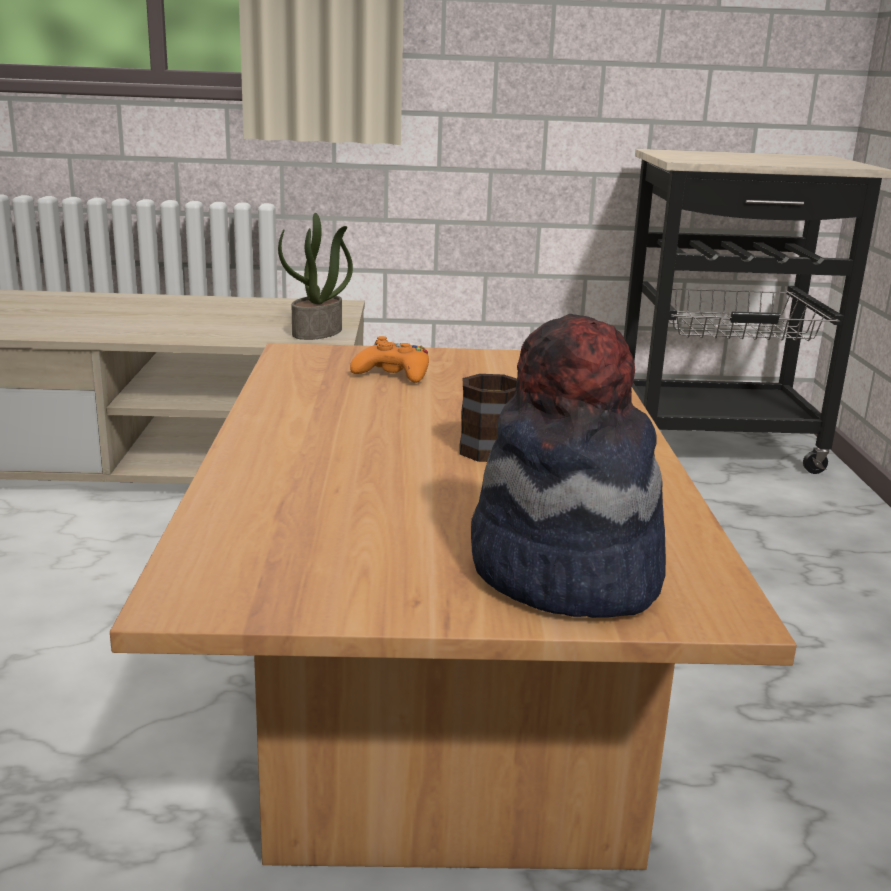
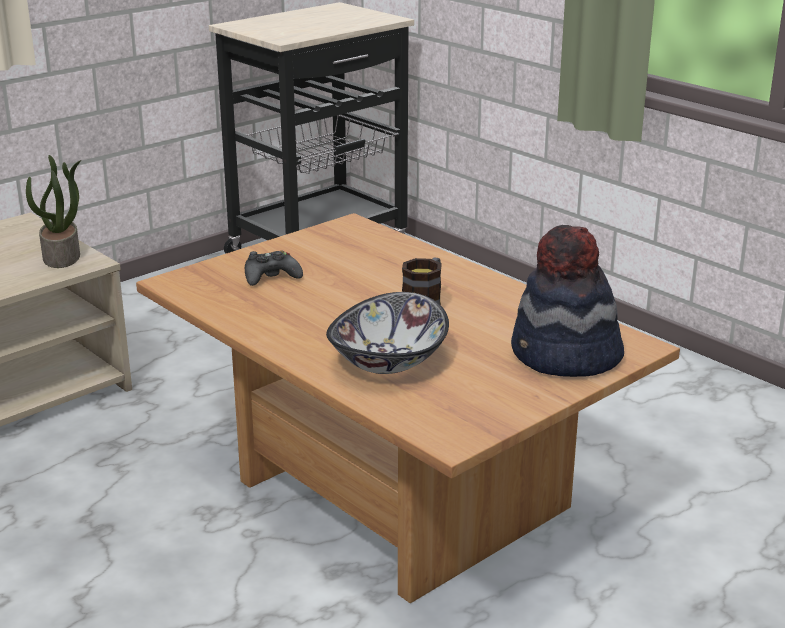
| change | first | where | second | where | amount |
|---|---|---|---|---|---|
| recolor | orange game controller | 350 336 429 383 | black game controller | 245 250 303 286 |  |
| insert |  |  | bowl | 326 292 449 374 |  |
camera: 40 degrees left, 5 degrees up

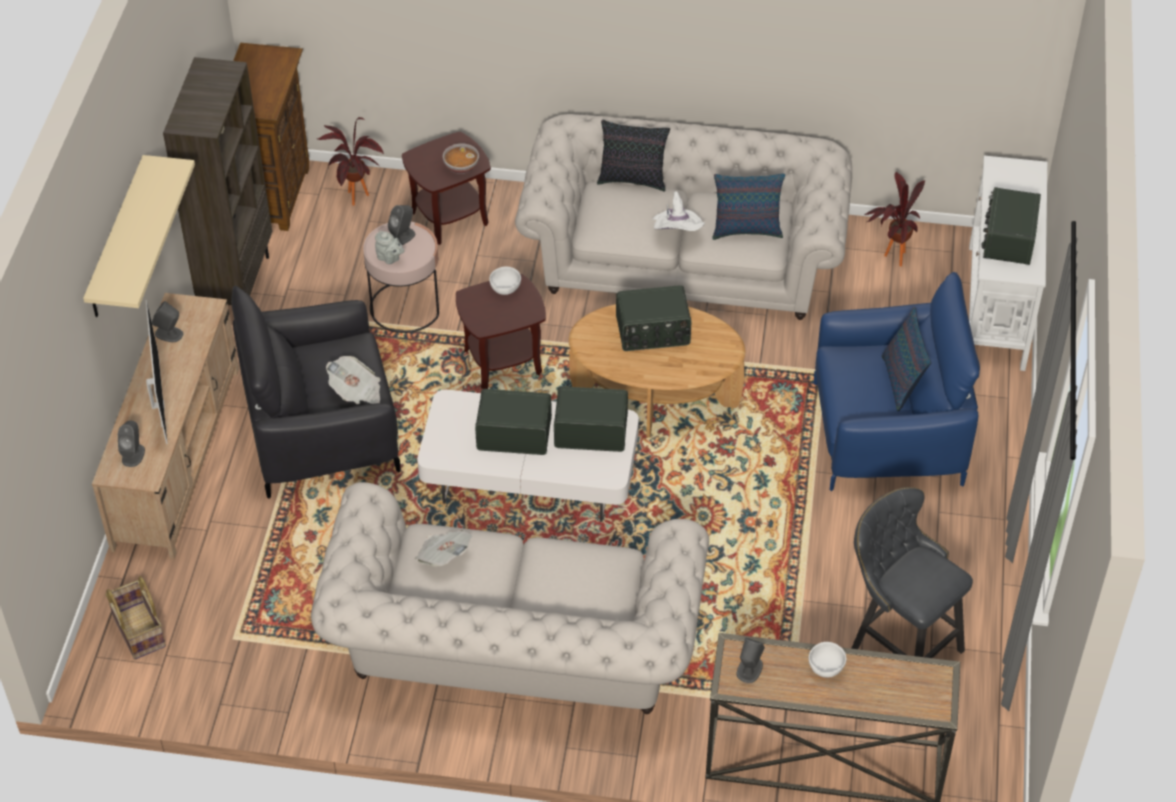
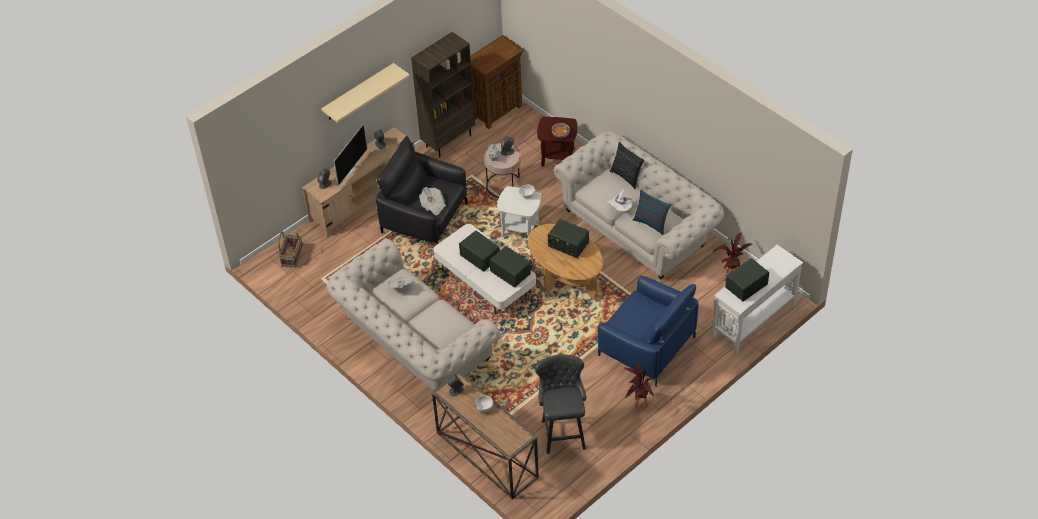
| change | first | where | second | where | amount |
|---|---|---|---|---|---|
| move | potted plant | 317 117 384 206 |  | 625 361 654 408 |  |
| recolor | brown side table | 456 274 546 389 | white side table | 497 186 541 237 |  |
| delete | blue pillow | 882 307 931 411 |  |  |  |
camera: 40 degrees right, 0 degrees up

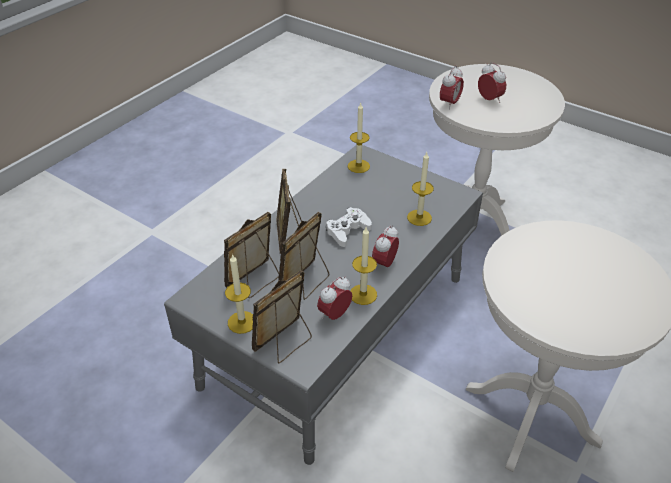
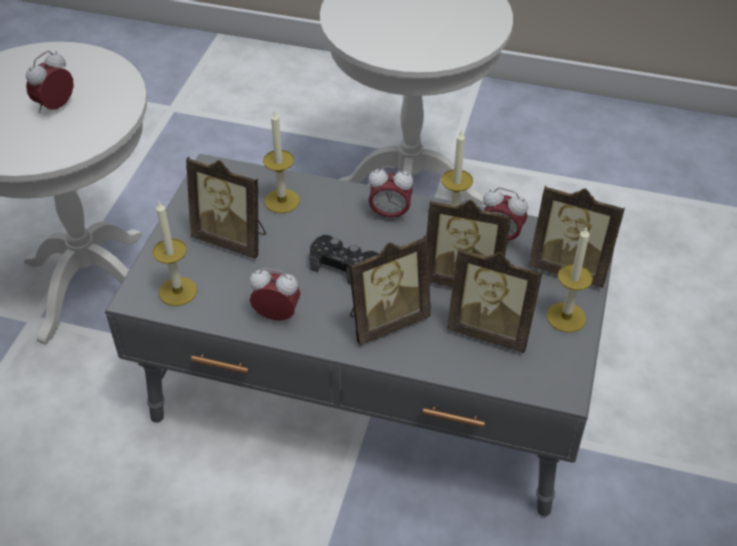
| change | first | where | second | where | amount |
|---|---|---|---|---|---|
| move | alarm clock | 440 66 464 110 |  | 250 268 301 321 |  |
| recolor | white game controller | 326 207 372 247 | black game controller | 309 235 379 285 |  |
| insert |  |  | picture frame | 186 157 266 259 |  |
camera: 110 degrees left, 5 degrees up

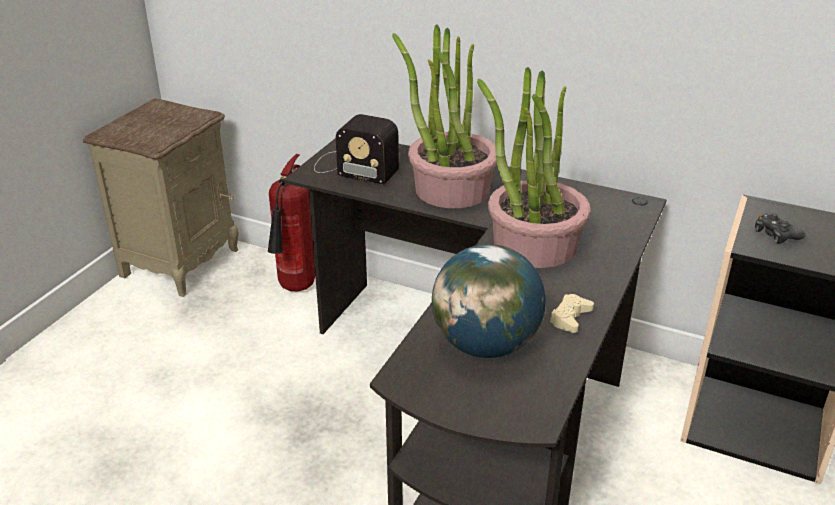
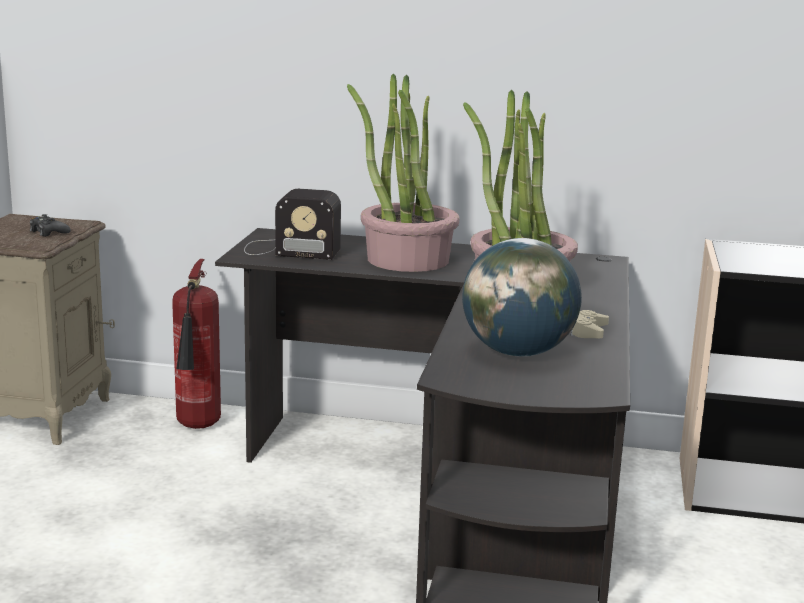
| change | first | where | second | where | amount |
|---|---|---|---|---|---|
| move | black game controller | 754 213 805 244 |  | 30 214 71 237 |  |
camera: 15 degrees left, 15 degrees down

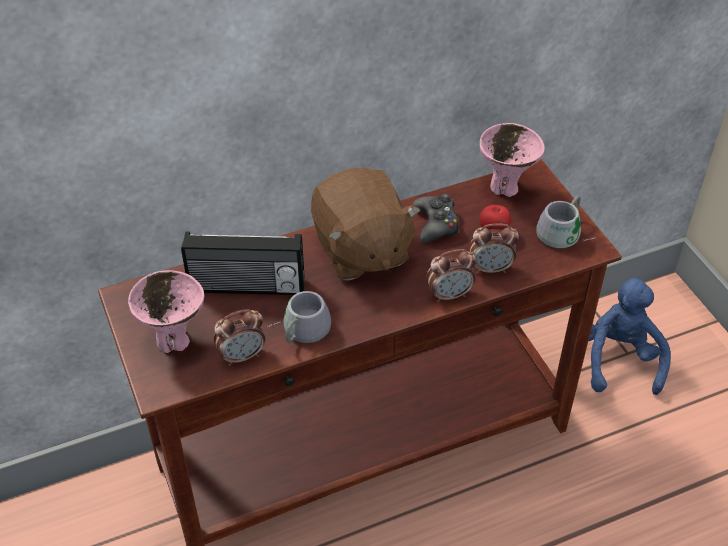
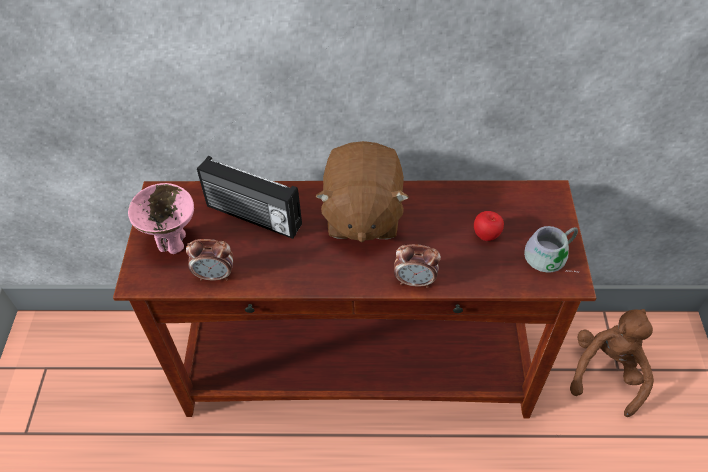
| change | first | where | second | where | amount |
|---|---|---|---|---|---|
| delete | pink bowl | 480 123 545 197 |  |  |  |
| delete | black game controller | 413 193 460 243 |  |  |  |
| delete | alarm clock | 470 223 519 274 |  |  |  |
| recolor | blue plush toy | 588 277 671 395 | brown plush toy | 570 309 654 417 |  |
| delete | grey mug | 267 291 331 343 |  |  |  |
camera: 25 degrees right, 5 degrees up

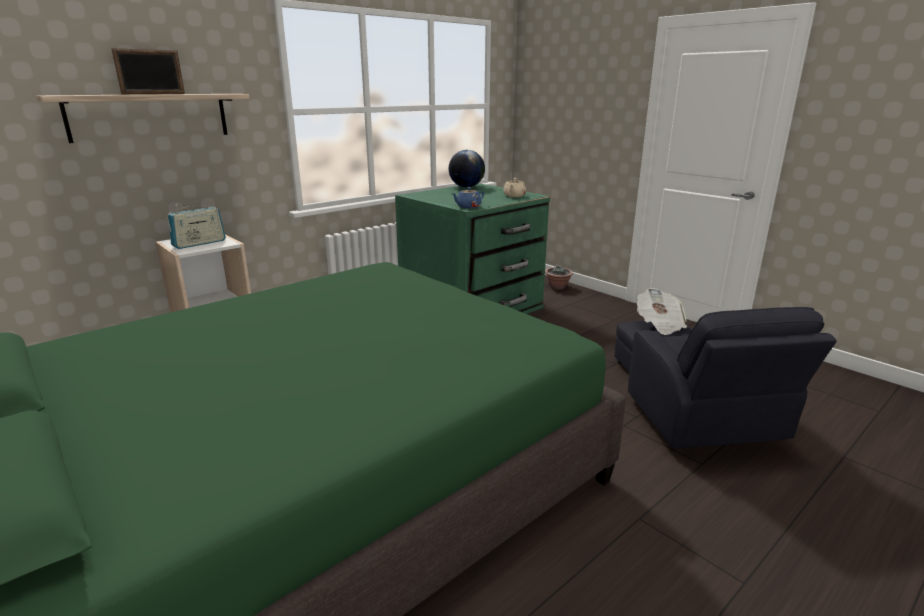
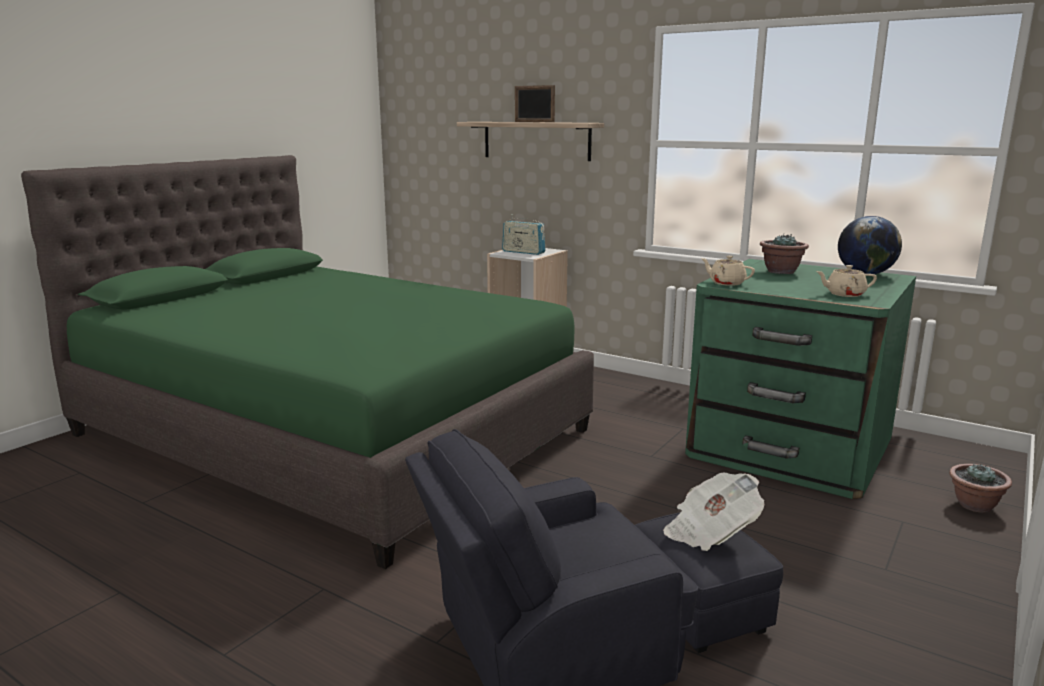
| change | first | where | second | where | amount |
|---|---|---|---|---|---|
| recolor | blue teapot | 452 187 484 208 | beige teapot | 701 256 755 286 |  |
| insert |  |  | potted plant | 760 234 809 274 |  |
camera: 75 degrees right, 5 degrees down

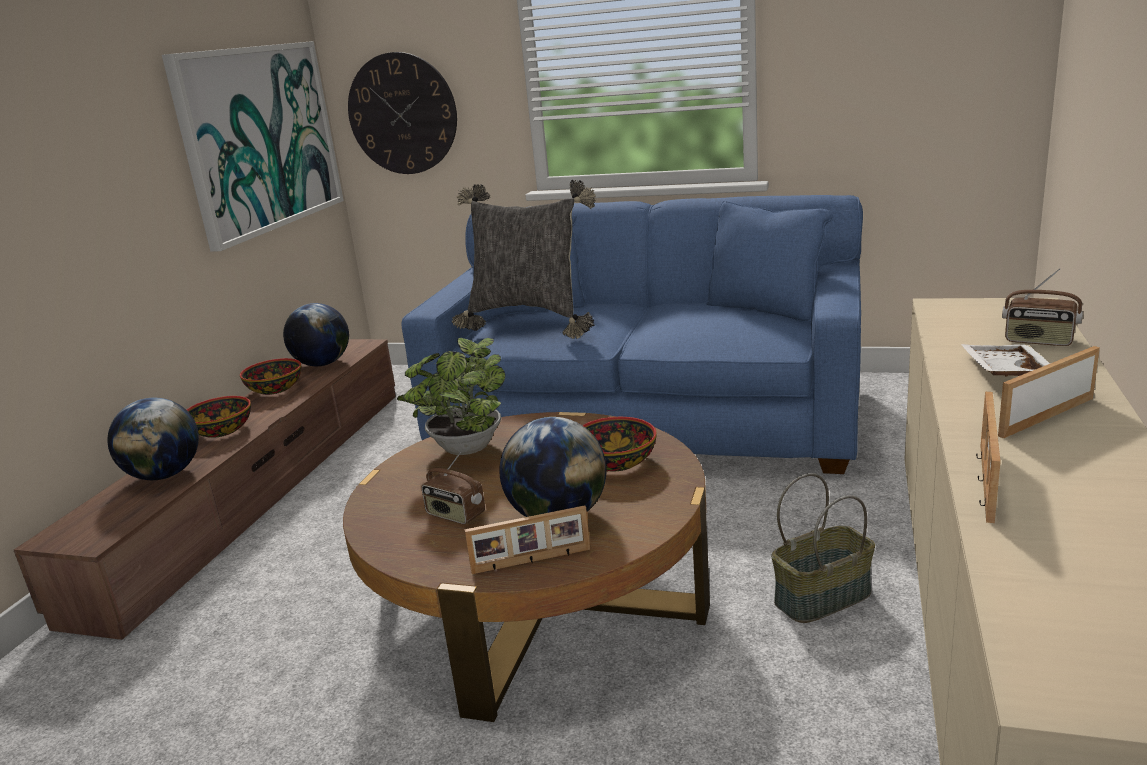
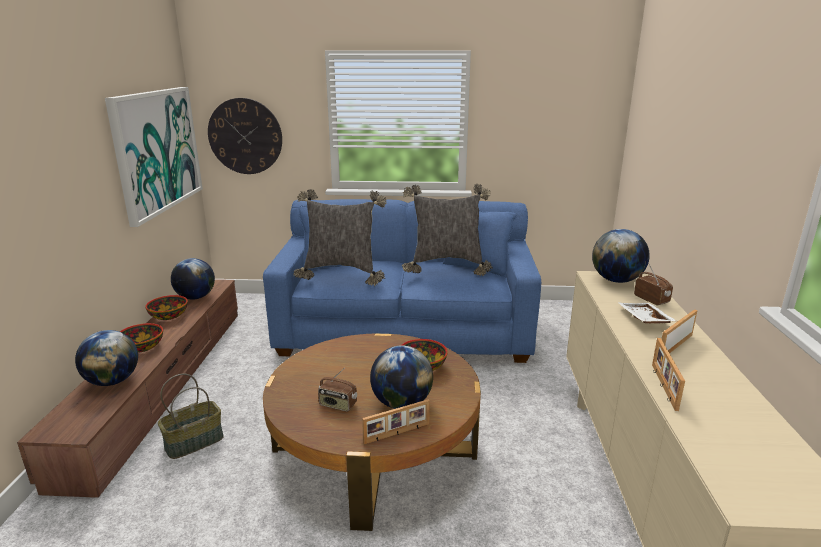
| change | first | where | second | where | amount |
|---|---|---|---|---|---|
| rotate | radio | 1002 268 1083 346 |  | 634 264 673 305 | 135 degrees counterclockwise |
| delete | potted plant | 397 338 505 455 |  |  |  |
| move | basket | 771 473 875 623 |  | 158 374 224 459 |  |
| insert |  |  | pillow | 402 184 492 276 |  |
| insert |  |  | globe | 592 229 650 283 |  |
camera: 15 degrees left, 0 degrees up

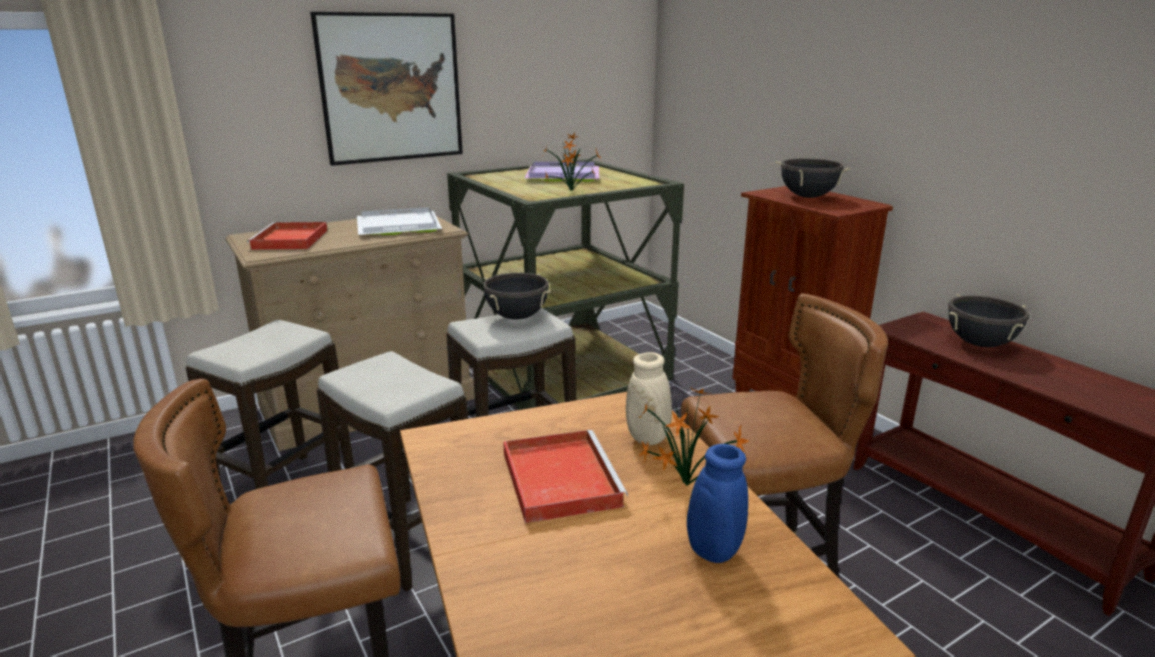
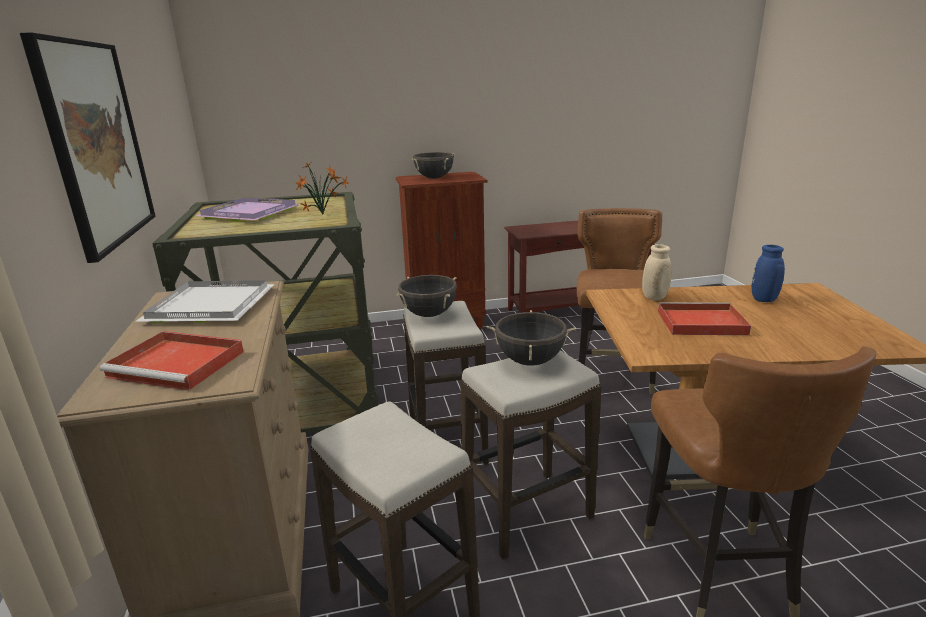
| change | first | where | second | where | amount |
|---|---|---|---|---|---|
| move | black cooking pot | 948 294 1029 347 |  | 486 310 576 366 |  |
| delete | potted plant | 639 386 749 486 |  |  |  |
camera: 70 degrees left, 0 degrees up

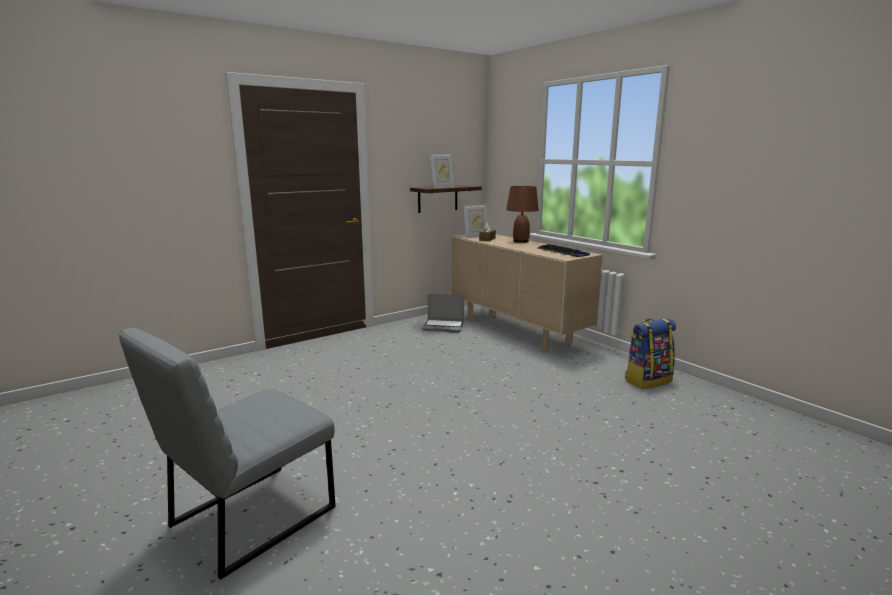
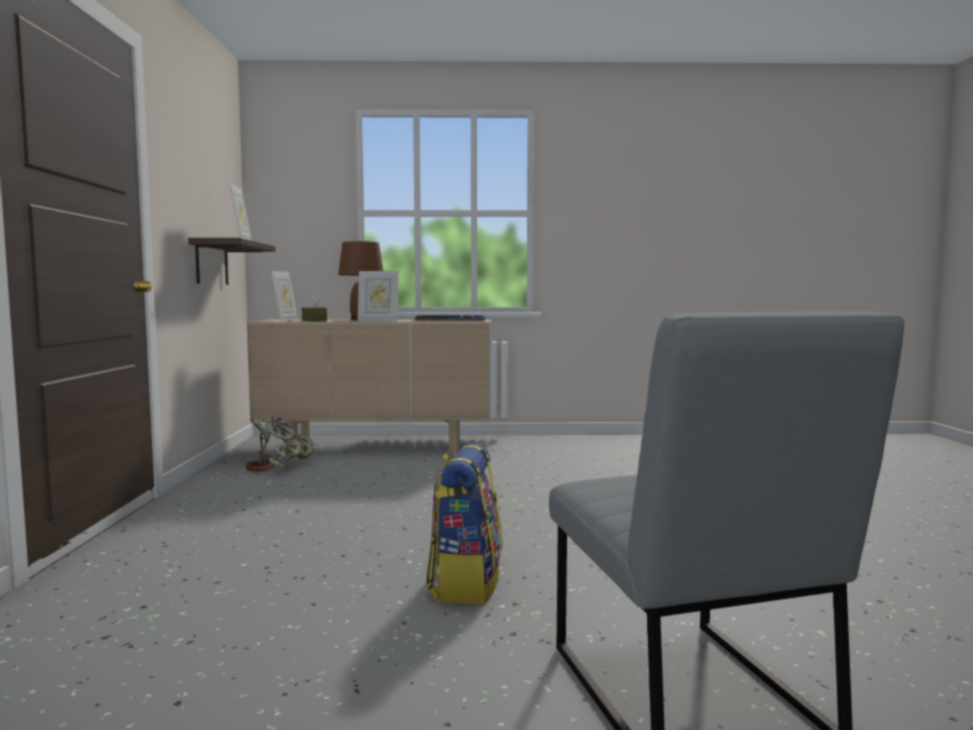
| change | first | where | second | where | amount |
|---|---|---|---|---|---|
| replace | laptop | 423 294 464 333 | potted plant | 245 417 314 472 |  |
| move | backpack | 625 318 676 389 |  | 426 443 502 605 |  |
| insert |  |  | picture frame | 358 271 399 322 |  |
camera: 55 degrees left, 10 degrees down

